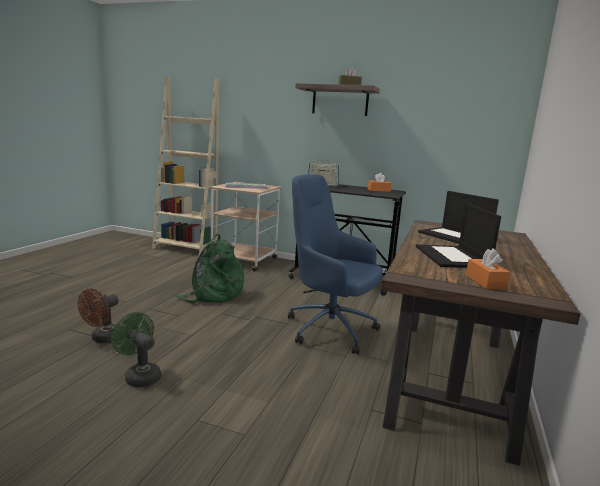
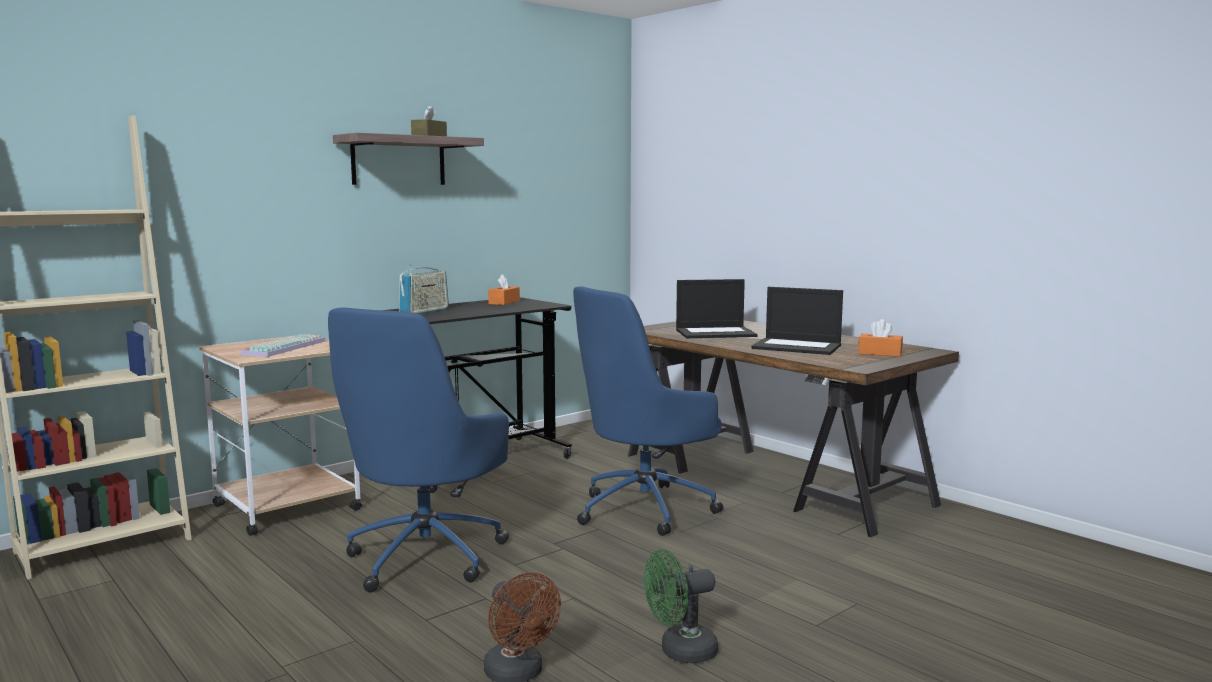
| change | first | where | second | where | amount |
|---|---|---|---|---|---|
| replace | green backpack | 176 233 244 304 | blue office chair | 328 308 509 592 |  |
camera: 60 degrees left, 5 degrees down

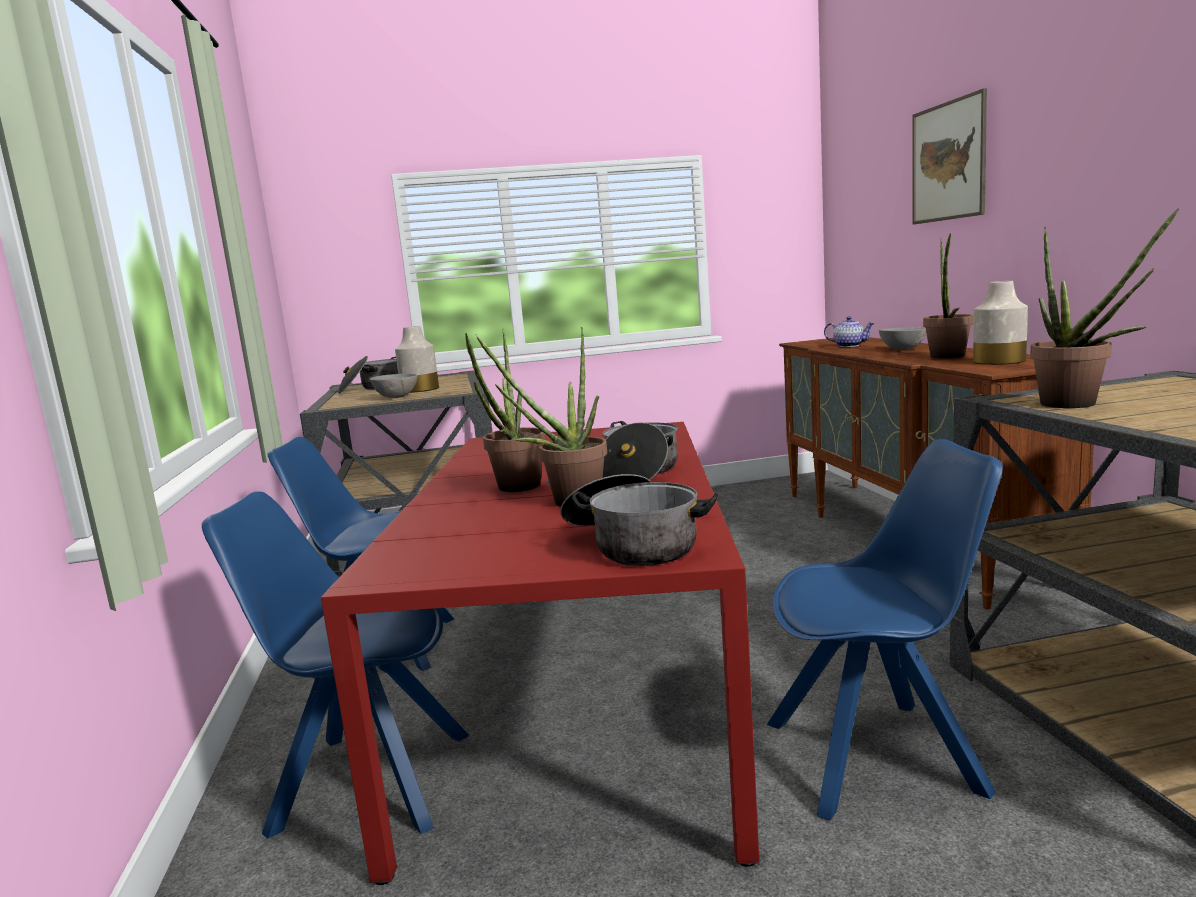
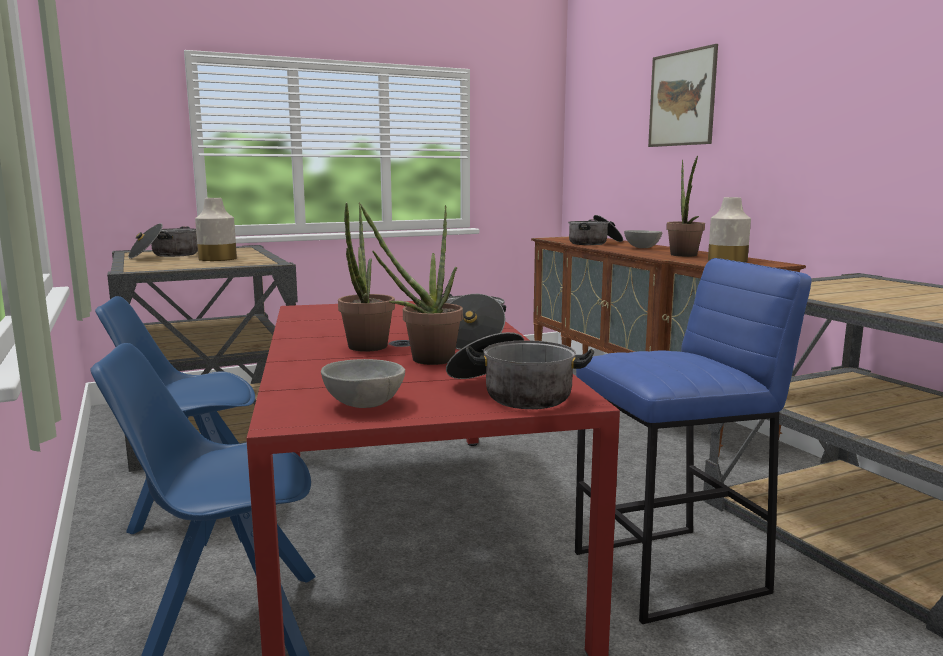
| change | first | where | second | where | amount |
|---|---|---|---|---|---|
| delete | potted plant | 1030 208 1179 408 |  |  |  |
| replace | teapot | 824 316 875 347 | cooking pot | 568 215 623 245 |  |
| move | grey bowl | 370 374 418 398 |  | 321 359 405 408 |  |
| replace | blue chair | 767 439 1003 821 | blue stool | 575 258 812 624 |  |
camera: 15 degrees left, 0 degrees up

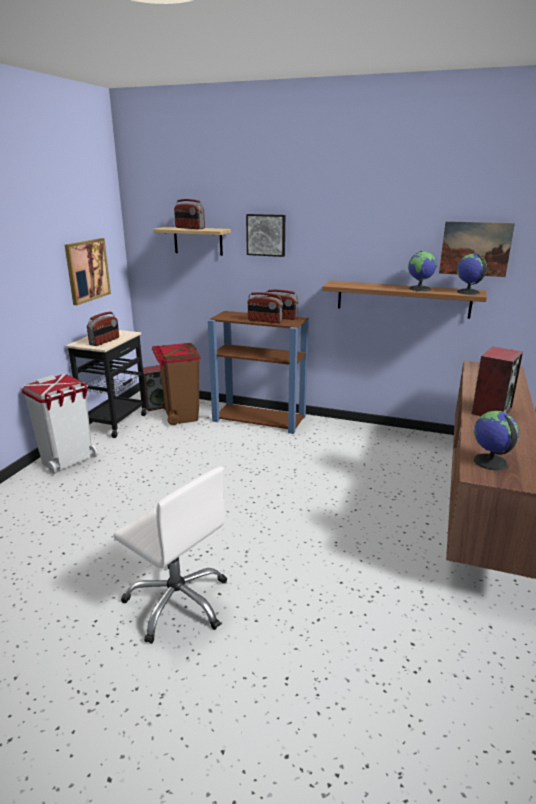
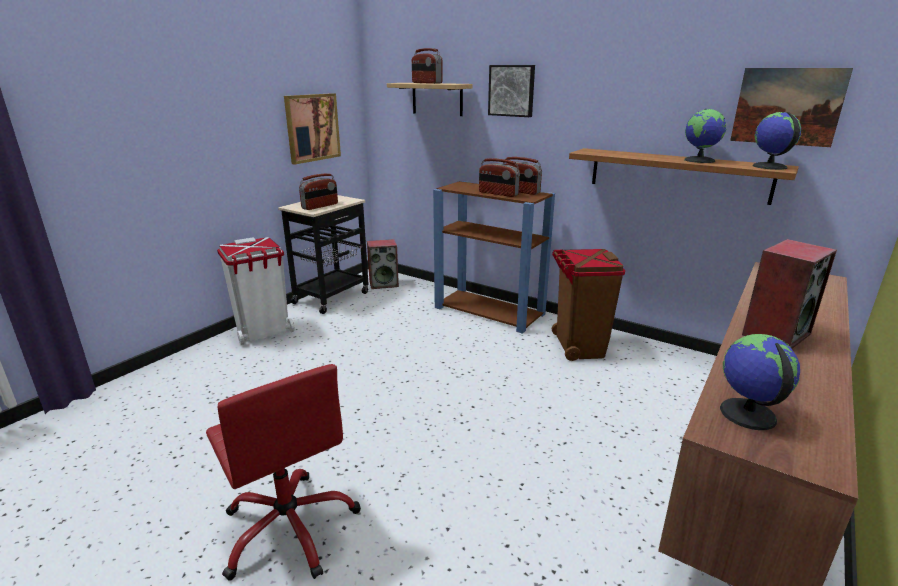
| change | first | where | second | where | amount |
|---|---|---|---|---|---|
| move | brown trash can | 152 343 200 425 |  | 552 249 625 361 |  |
| recolor | white office chair | 113 467 227 644 | red office chair | 206 364 361 581 |  |
camera: 15 degrees right, 0 degrees up

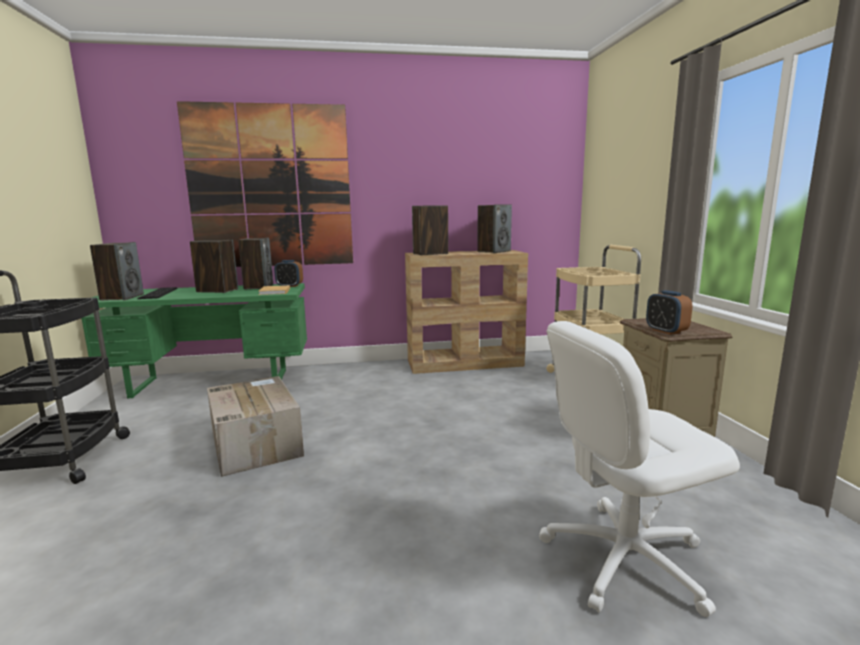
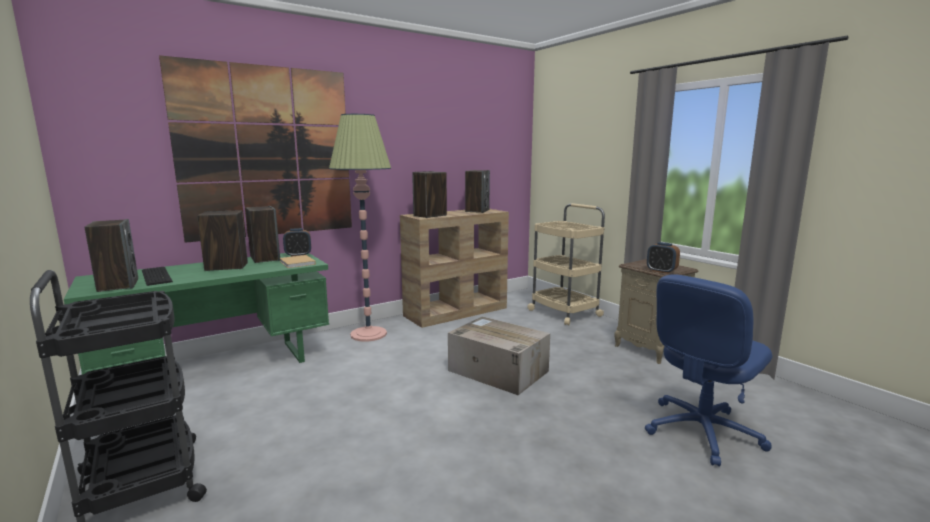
| change | first | where | second | where | amount |
|---|---|---|---|---|---|
| recolor | white office chair | 539 321 740 617 | blue office chair | 645 274 772 466 |  |
| move | cardboard box | 207 376 304 477 |  | 448 316 550 395 |  |
| insert |  |  | floor lamp | 329 114 391 342 |  |
camera: 25 degrees left, 0 degrees up

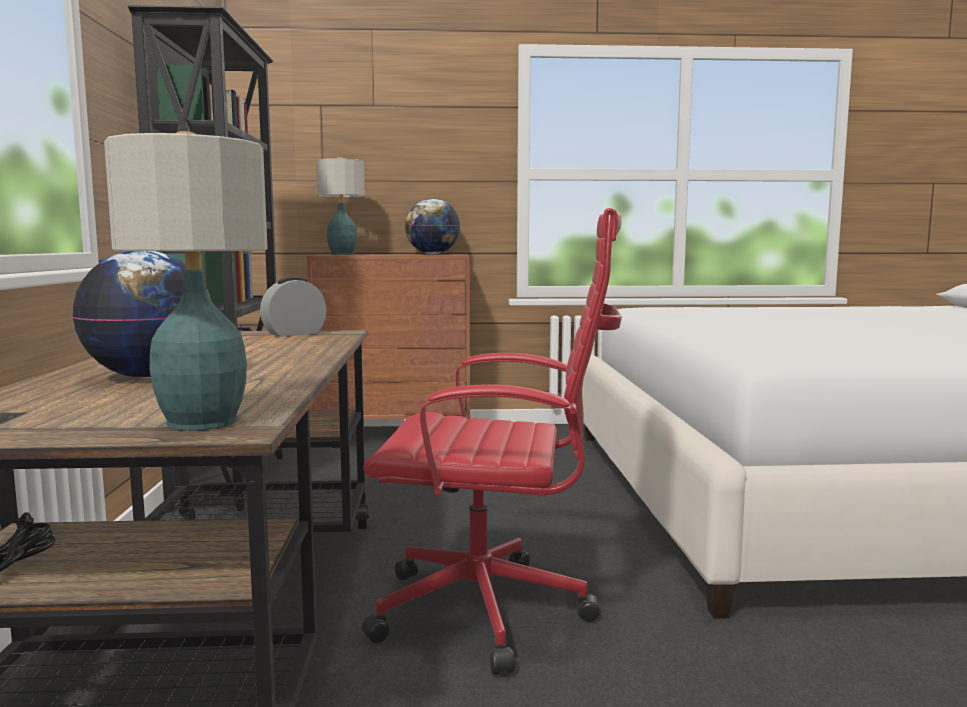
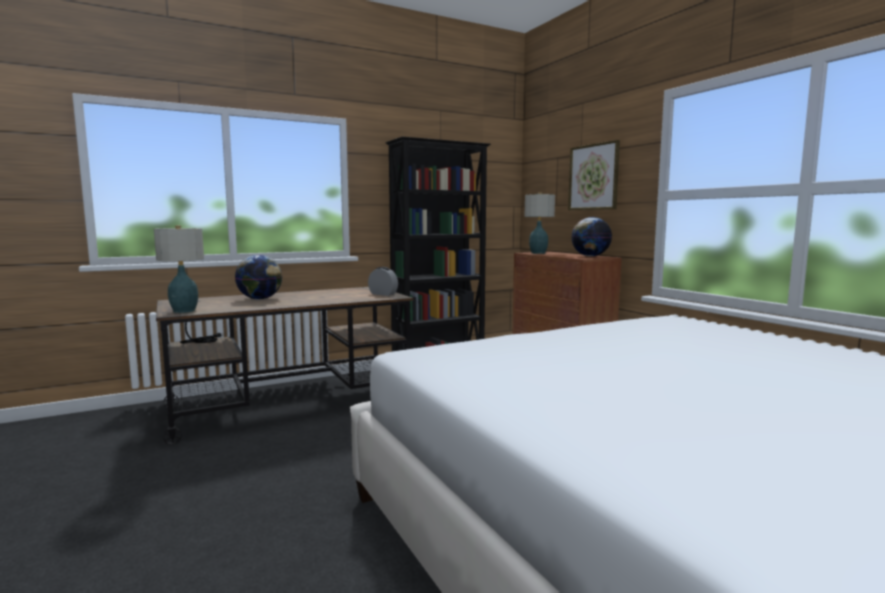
| change | first | where | second | where | amount |
|---|---|---|---|---|---|
| delete | red office chair | 362 208 622 675 |  |  |  |
| insert |  |  | picture | 568 140 620 210 |  |
camera: 65 degrees right, 0 degrees up

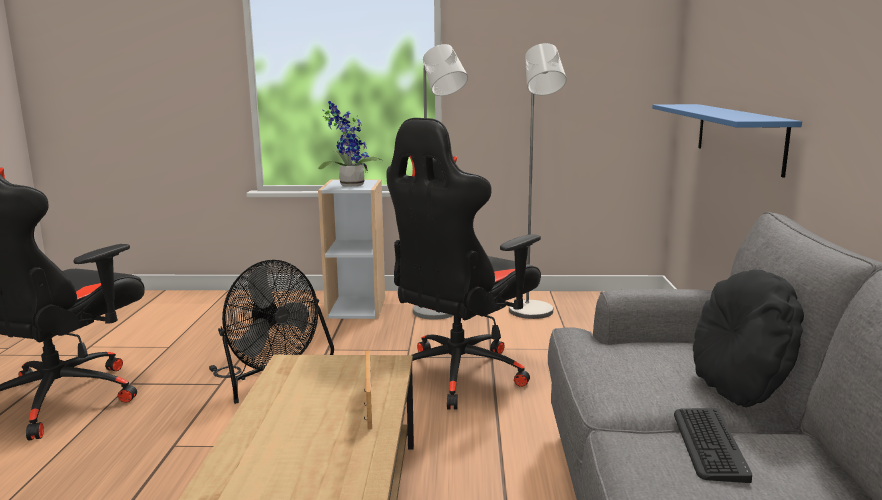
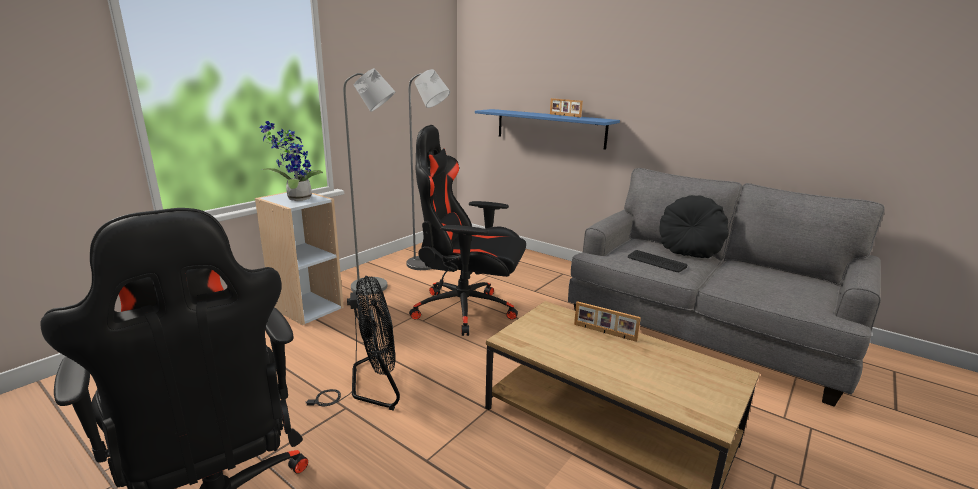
| change | first | where | second | where | amount |
|---|---|---|---|---|---|
| rotate | black office chair | 386 118 541 410 |  | 409 125 526 336 | 120 degrees clockwise |
| move | keyboard | 674 408 752 483 |  | 628 250 687 272 |  |
| insert |  |  | picture frame | 550 98 583 117 |  |
camera: 55 degrees left, 5 degrees up

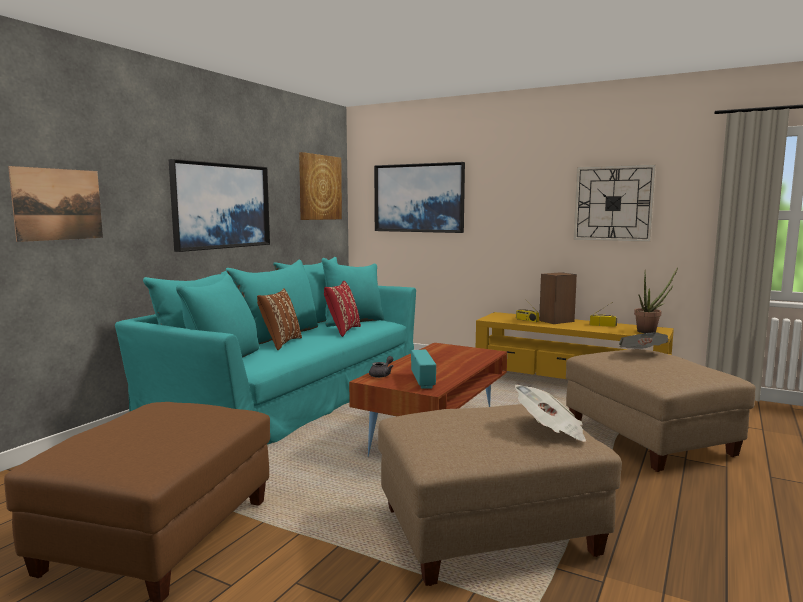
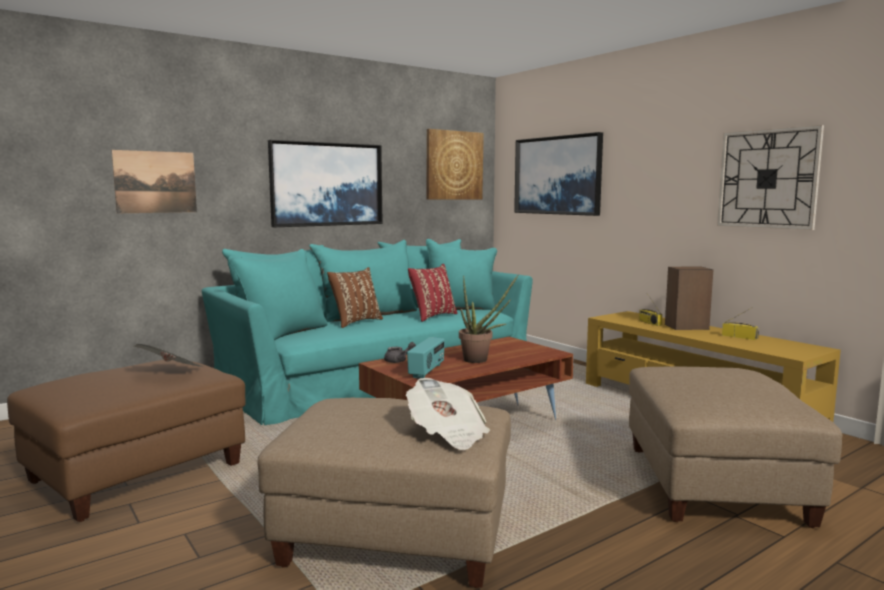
| change | first | where | second | where | amount |
|---|---|---|---|---|---|
| move | potted plant | 634 267 678 333 |  | 459 275 518 363 |  |
| move | newspaper | 619 332 668 349 |  | 134 344 203 367 |  |
camera: 25 degrees right, 0 degrees up

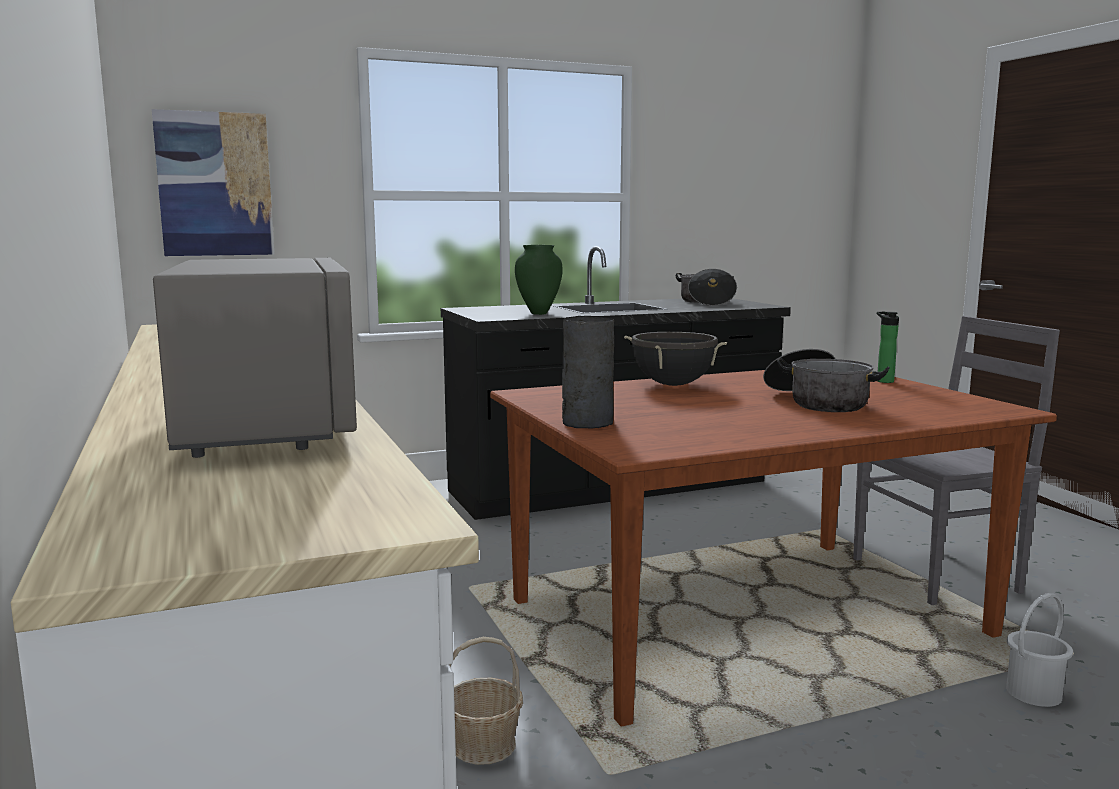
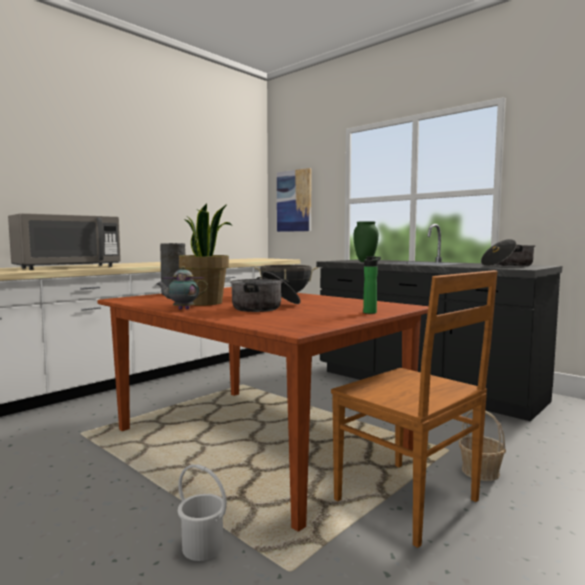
| change | first | where | second | where | amount |
|---|---|---|---|---|---|
| recolor | grey chair | 853 316 1060 605 | brown chair | 331 270 498 548 |  |
| move | basket | 449 637 523 765 |  | 459 409 506 481 |  |
| insert |  |  | potted plant | 179 203 233 305 |  |
| insert |  |  | teapot | 157 266 208 310 |  |
camera: 65 degrees right, 5 degrees down

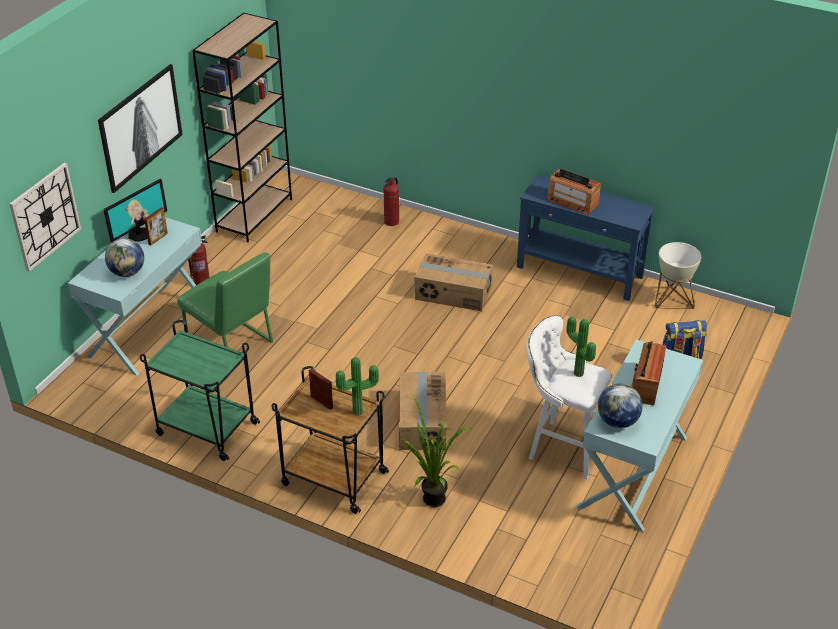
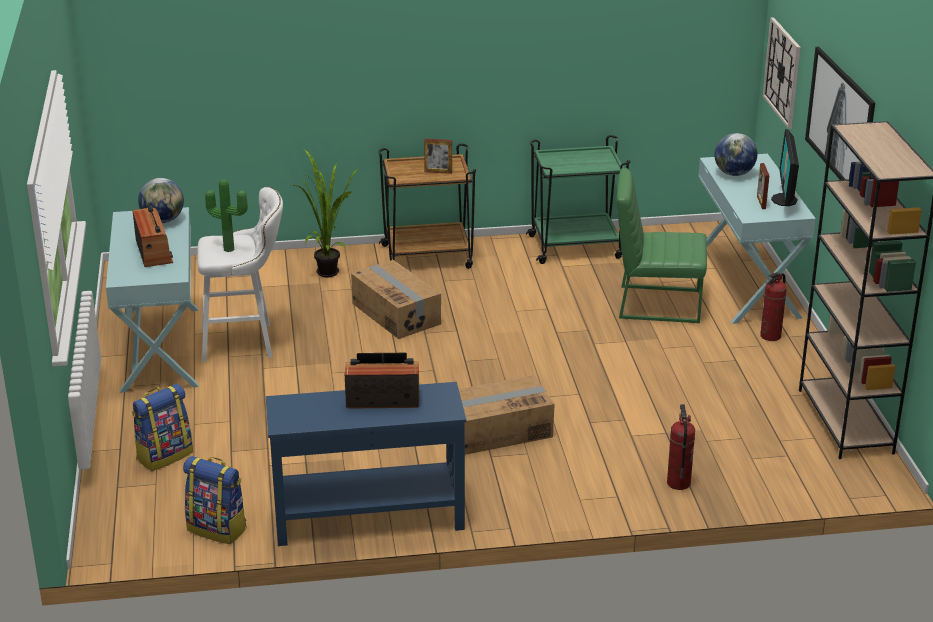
| change | first | where | second | where | amount |
|---|---|---|---|---|---|
| replace | planter | 655 242 701 309 | backpack | 183 456 247 544 |  |
| delete | potted plant | 336 357 379 416 |  |  |  |
camera: 145 degrees right, 10 degrees down

